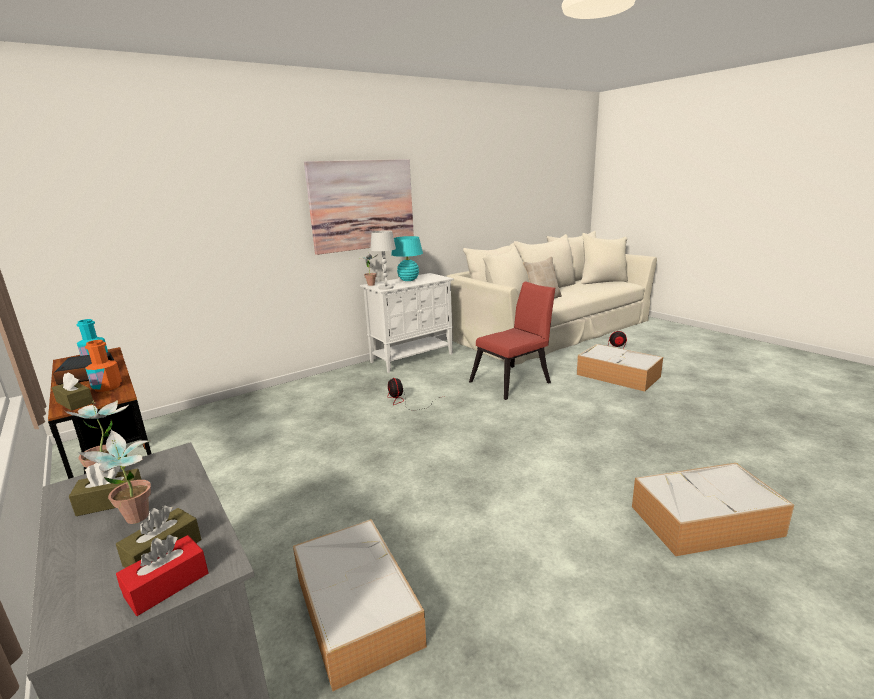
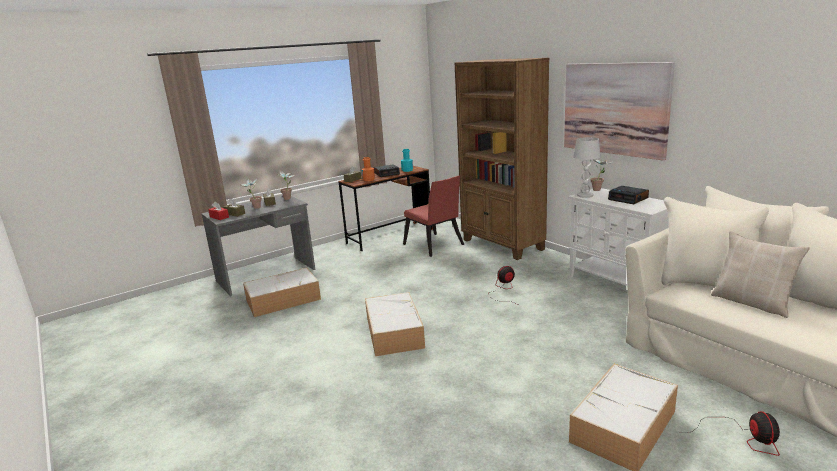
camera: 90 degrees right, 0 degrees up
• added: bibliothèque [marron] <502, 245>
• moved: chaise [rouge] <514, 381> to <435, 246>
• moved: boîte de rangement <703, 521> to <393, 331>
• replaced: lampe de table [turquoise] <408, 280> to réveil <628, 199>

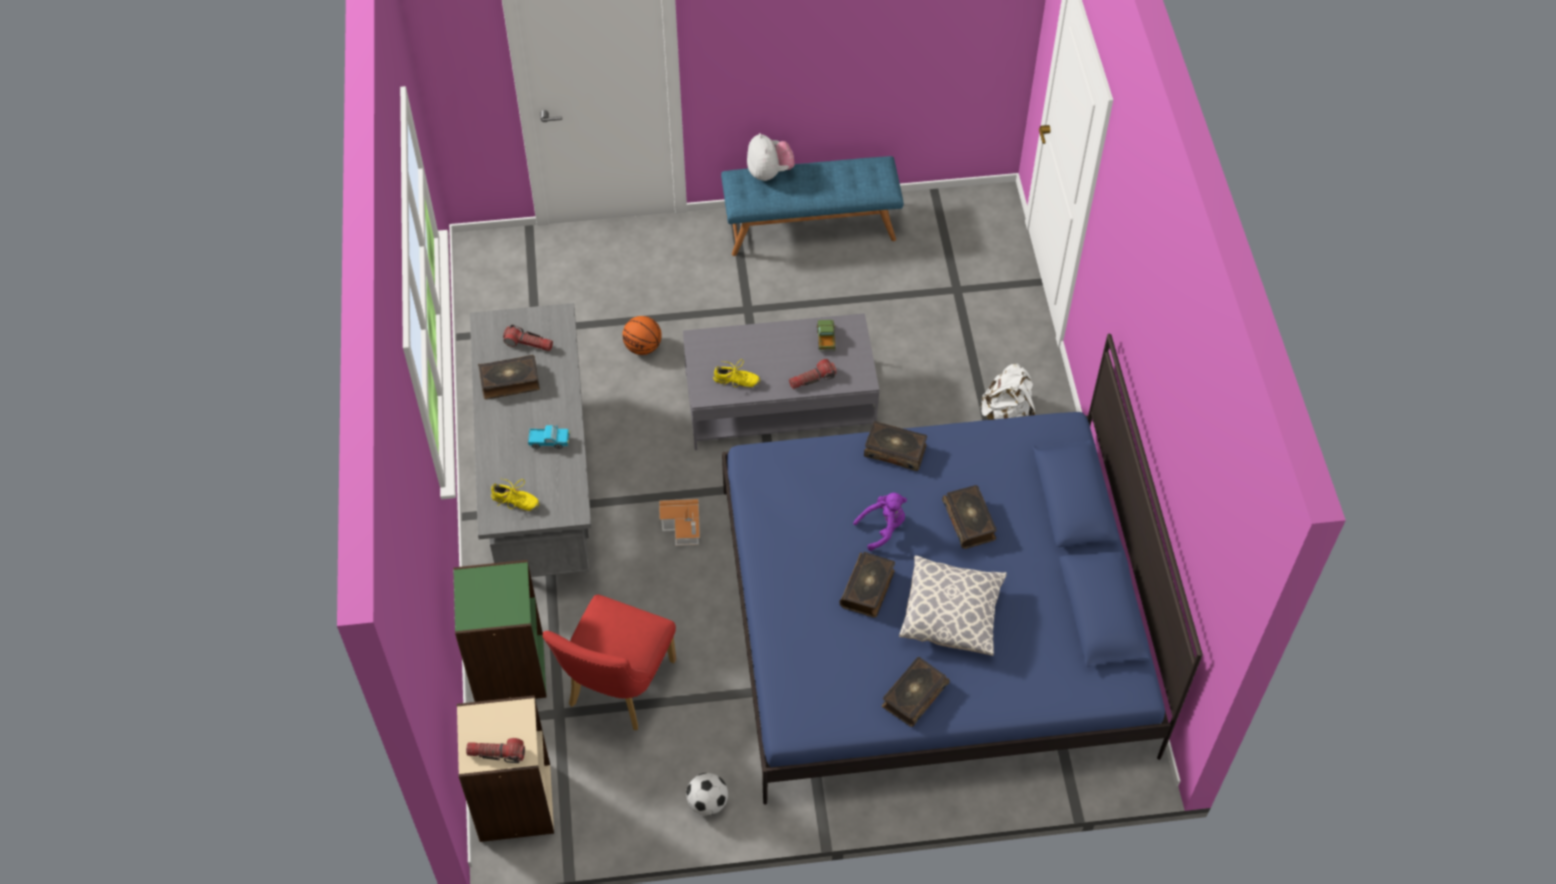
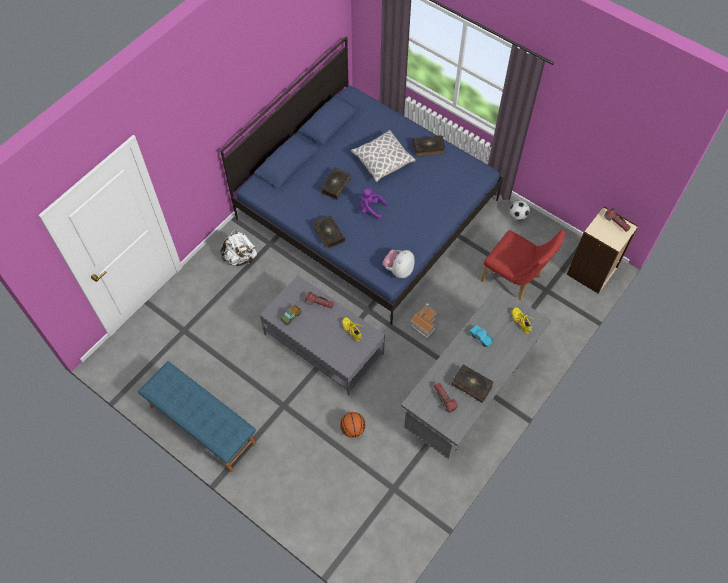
camera: 135 degrees left, 5 degrees up
• removed: bibliothèque [vert] <508, 669>
• removed: livre <868, 589>
• moved: peluche <769, 173> to <398, 270>
• turned: chaise [rouge] <617, 689> = <515, 280> 60 degrees clockwise

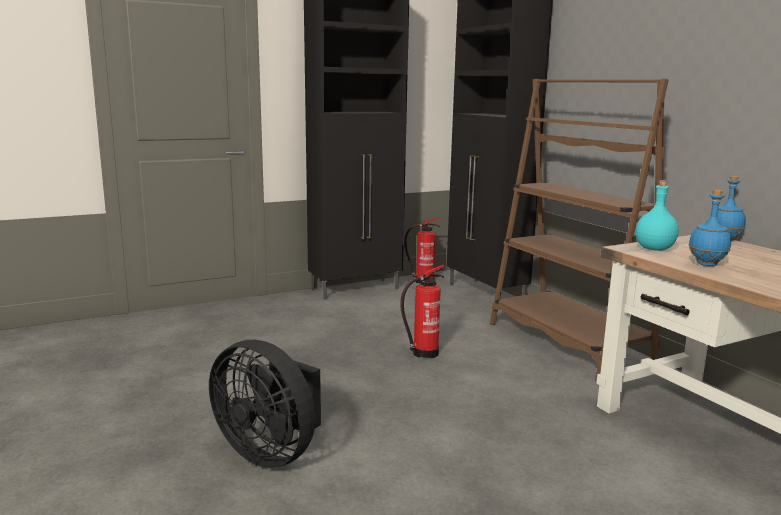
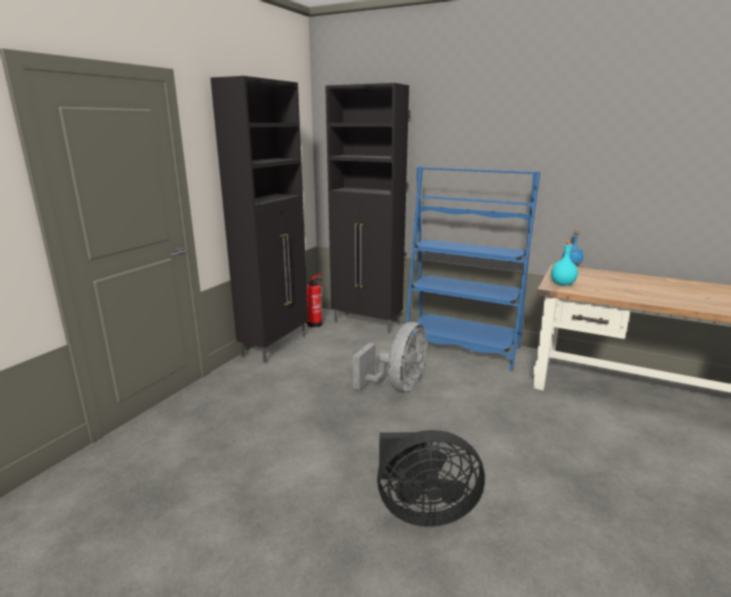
camera: 35 degrees left, 5 degrees up
• removed: bouteille [bleu] <707, 264>
• replaced: extincteur <423, 353> to ventilateur [gris] <397, 386>
• recoloured: bibliothèque [marron] <567, 343> to bibliothèque [bleu] <462, 348>

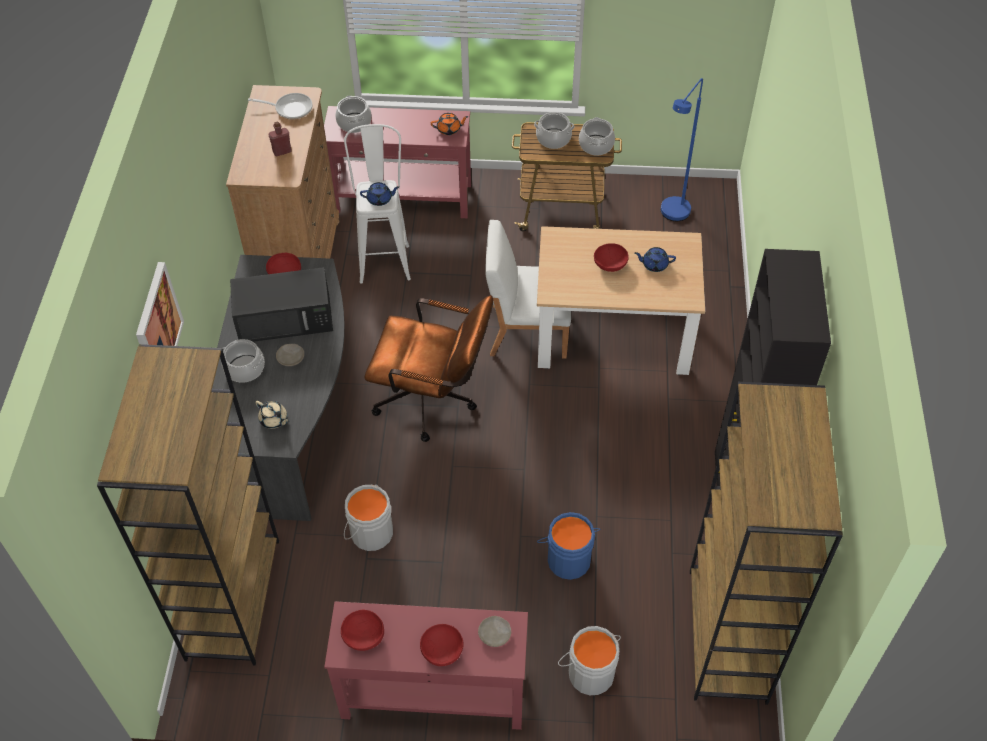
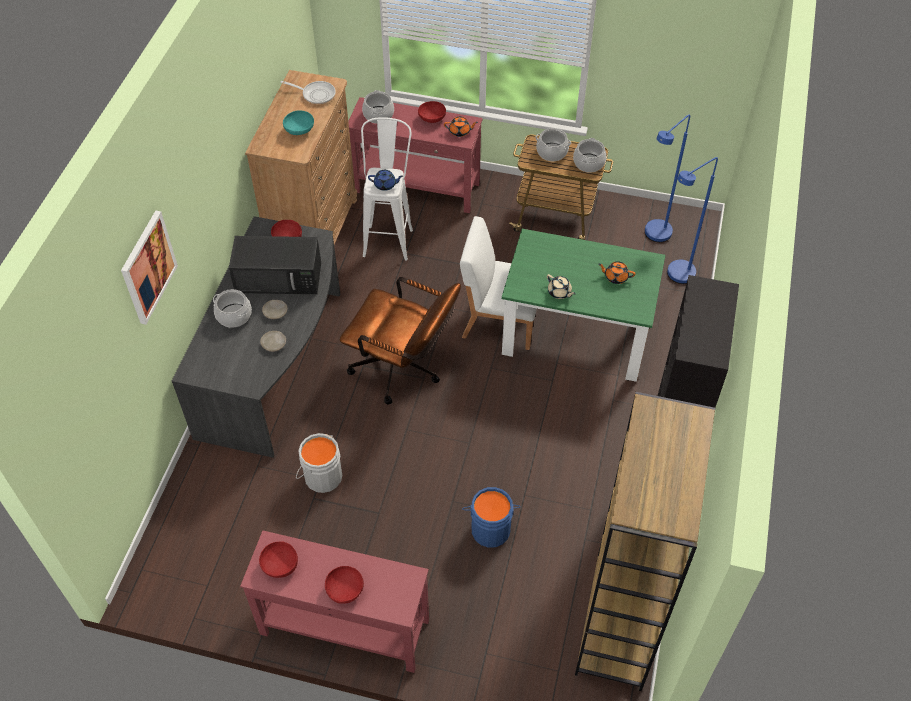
camera: 10 degrees right, 0 degrees up
• removed: bibliothèque [marron] <232, 598>
• removed: seau [gris] <590, 671>
• added: lampadaire [bleu] <676, 277>
• moved: théière [beige] <274, 420> to <559, 292>
• moved: assiette [beige] <495, 634> to <274, 344>
• moved: bol [rouge] <610, 265> to <432, 119>
• replaced: bouteille [rouge] <282, 151> to bol [turquoise] <299, 130>
• recoloured: table à manger [beige] <613, 335> to table à manger [vert] <576, 336>
• recoloured: théière [bleu] <654, 264> to théière [orange] <615, 277>

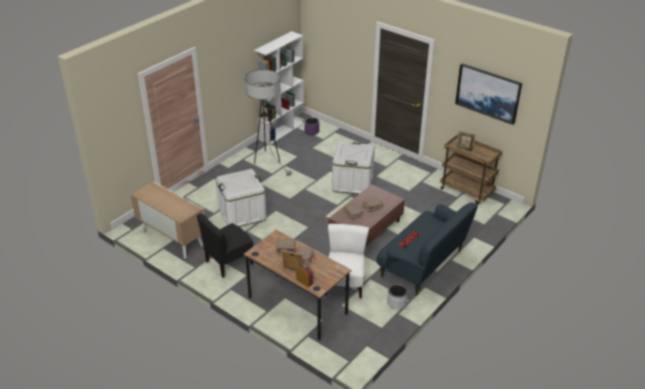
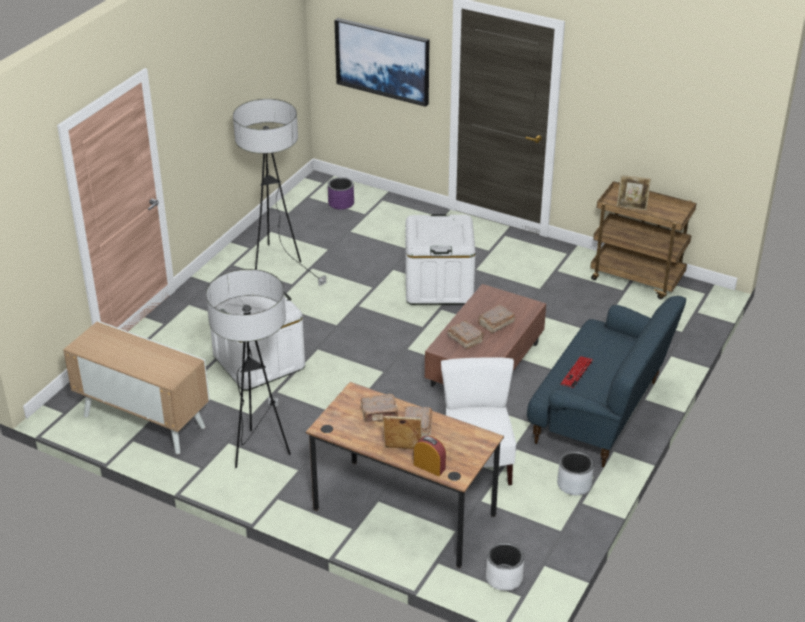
camera: 10 degrees left, 0 degrees up
• removed: bibliothèque [blanc] <281, 131>
• added: cache-pot [blanc] <504, 578>
• moved: tableau <488, 93> to <383, 61>
• replaced: chaise [noir] <228, 262> to lampadaire <259, 451>

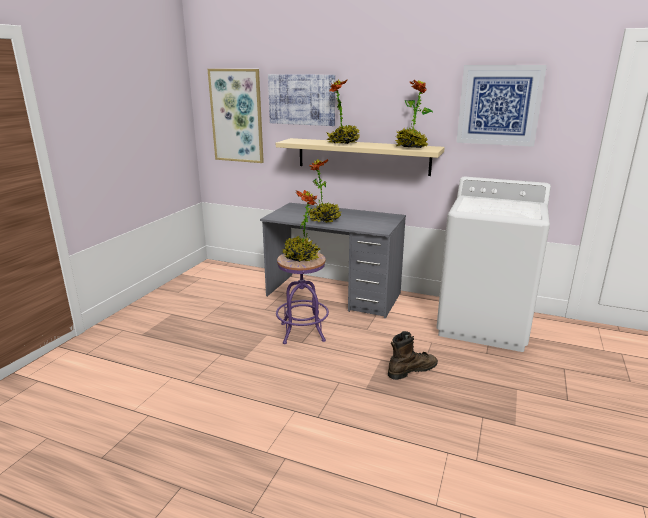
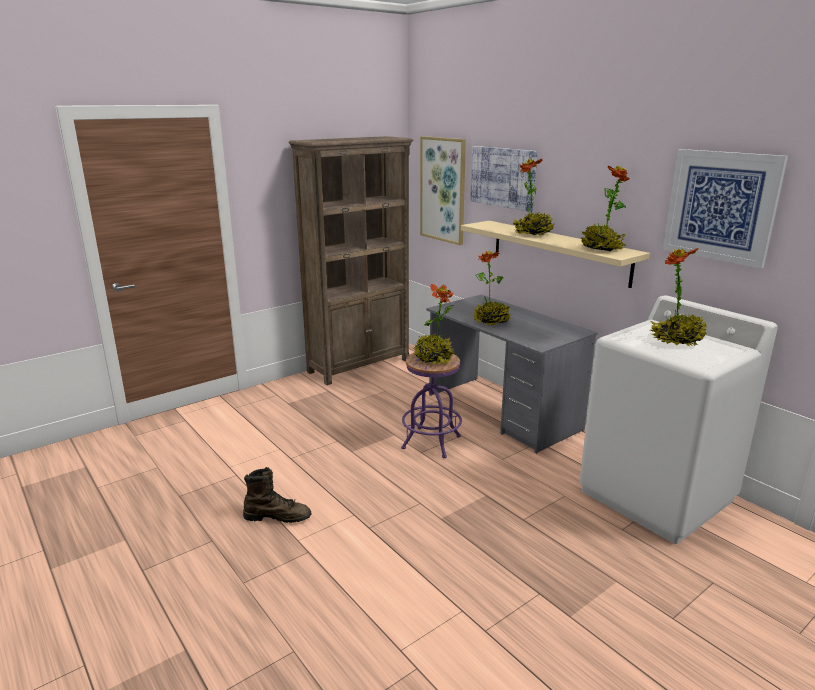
camera: 30 degrees right, 0 degrees up
• added: bibliothèque [marron] <359, 365>
• added: plante en pot <676, 340>
• moved: botte [marron] <411, 370> to <278, 516>

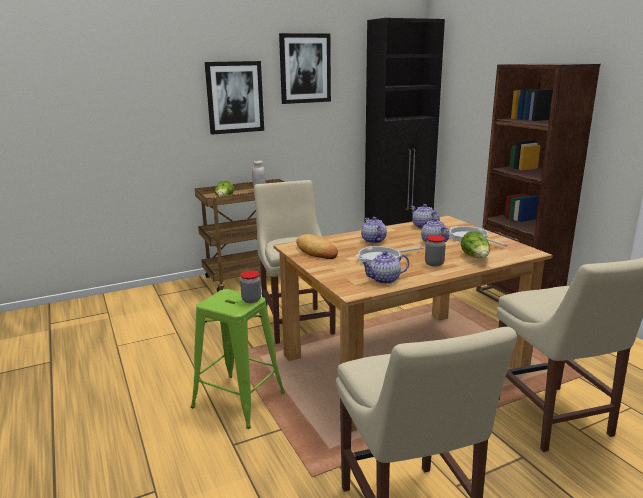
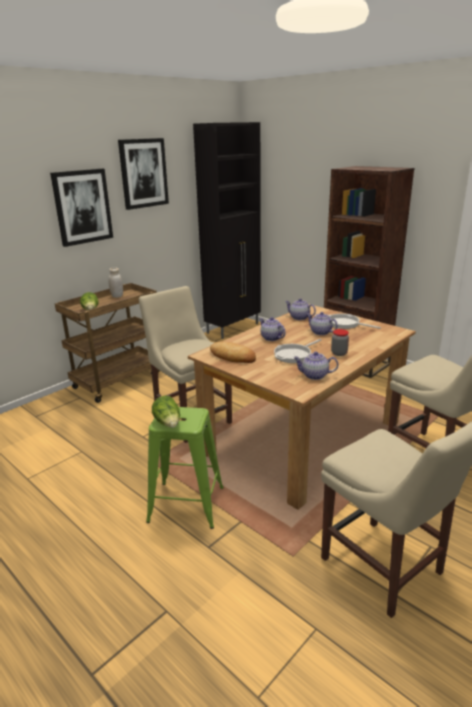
camera: 20 degrees left, 5 degrees up
• removed: bocal <251, 300>
• moved: laitue <476, 257> to <168, 423>
• turned: théière <384, 280> = <314, 375> 45 degrees clockwise

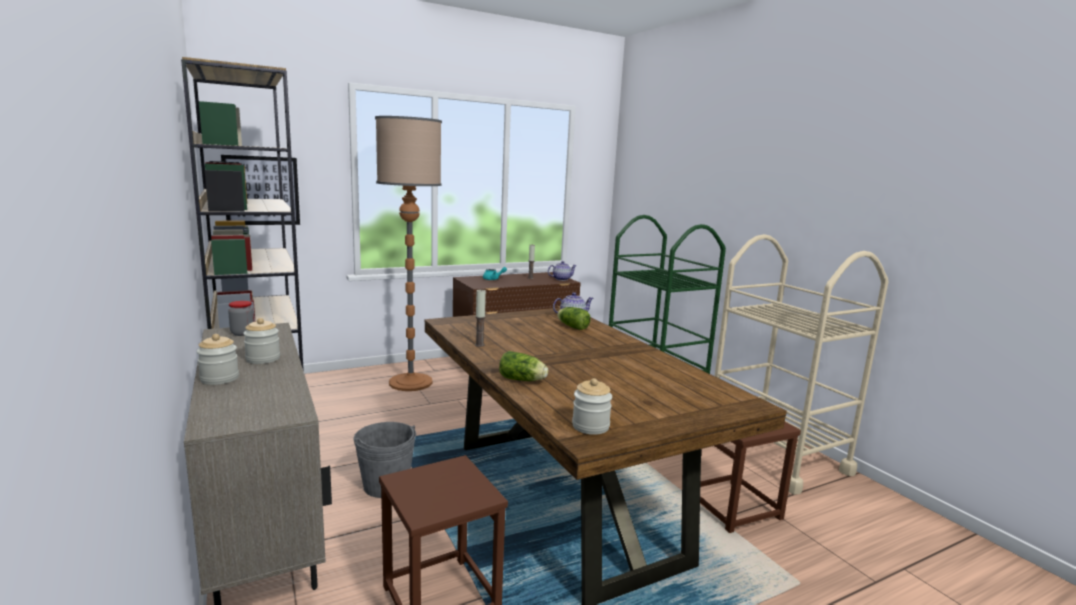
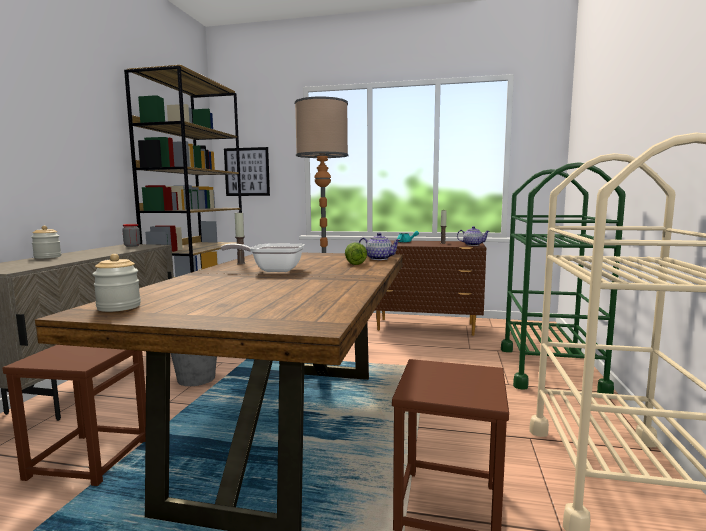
camera: 40 degrees right, 5 degrees down
• removed: bocal <263, 359>
• removed: laitue <523, 380>
• added: poêle <272, 270>

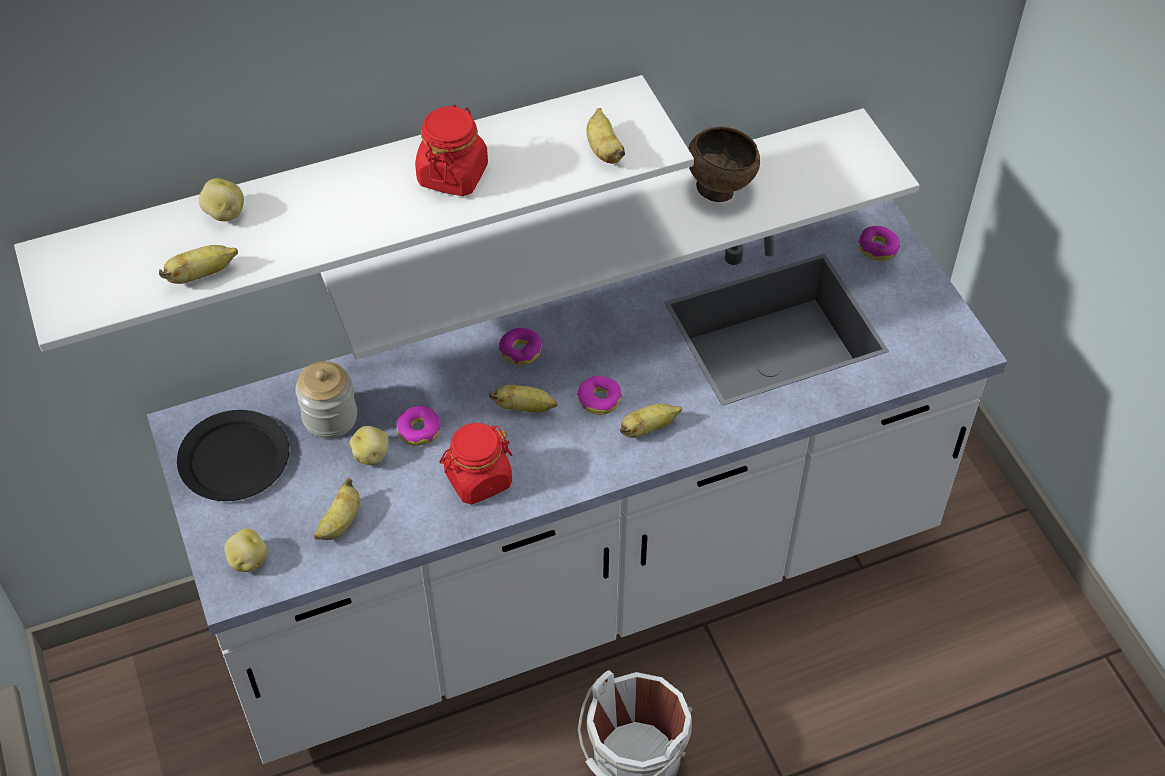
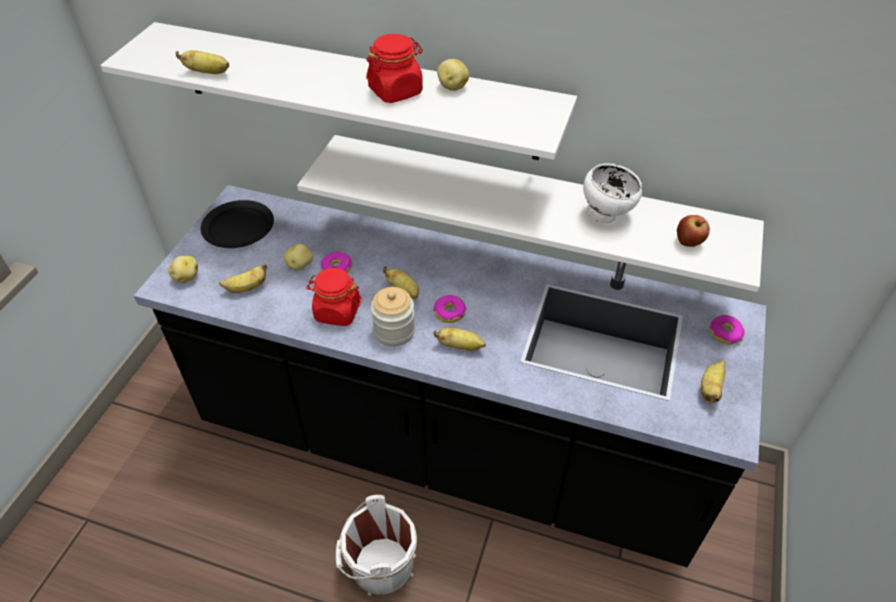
camera: 40 degrees right, 5 degrees down
• removed: beignet <521, 351>
• added: pomme <689, 243>
• moved: pomme de terre <224, 214> to <452, 87>
• moved: bocal <330, 417> to <394, 331>
• moved: banane <603, 150> to <710, 389>
• recoloured: comptoir de cuisine [blanc] <582, 581> to comptoir de cuisine [noir] <448, 446>
• recoloured: bol [marron] <719, 189> to bol [blanc] <606, 215>

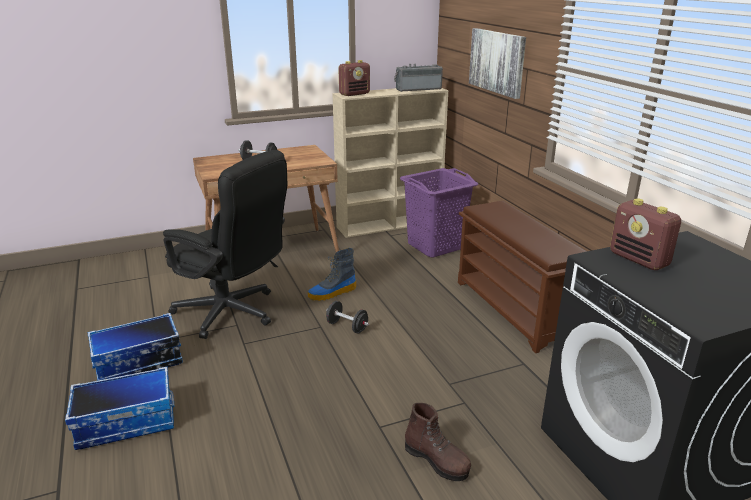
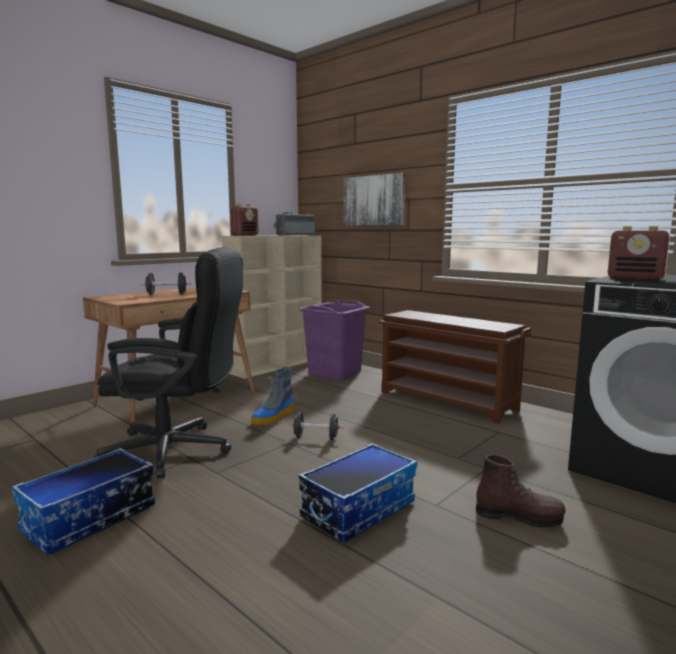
camera: 25 degrees left, 15 degrees down
• moved: boîte de rangement <127, 422> to <358, 509>

